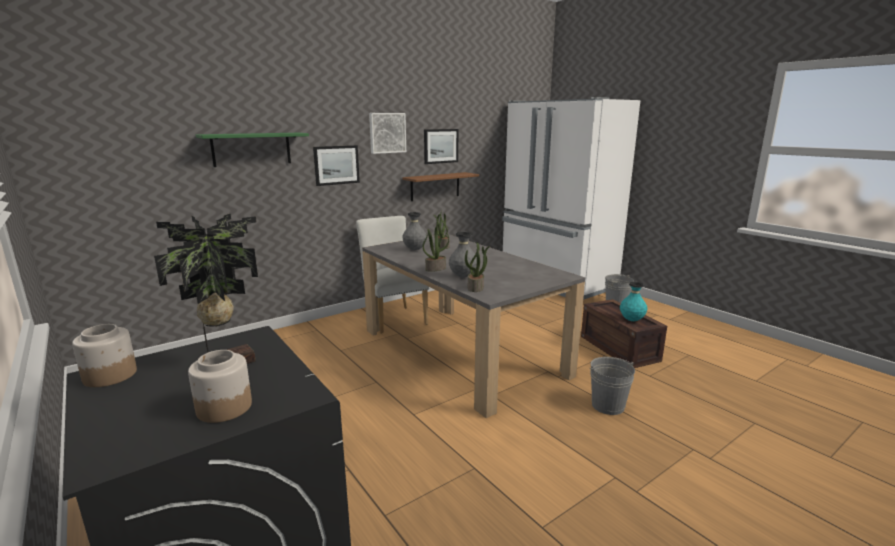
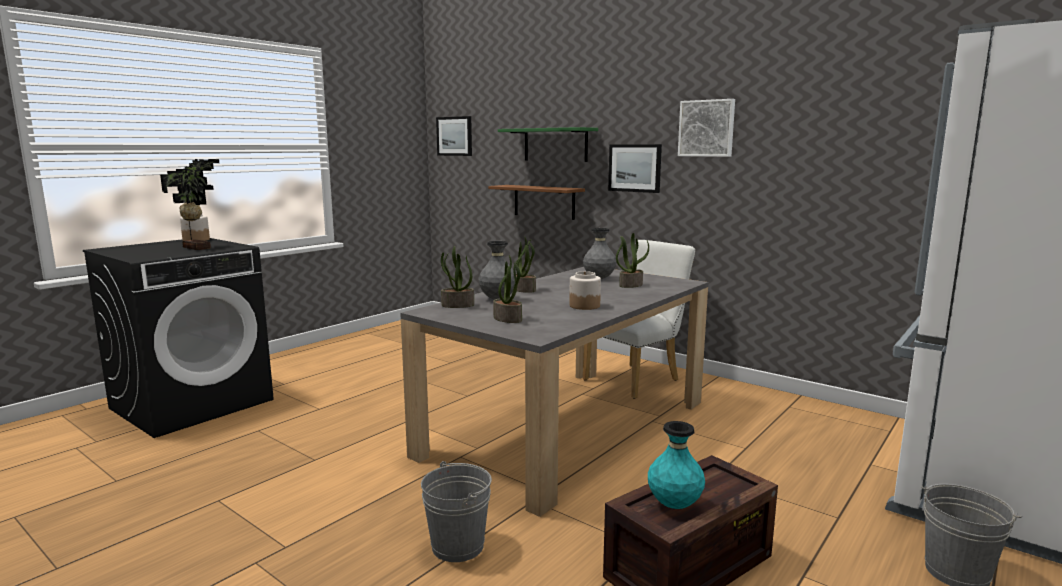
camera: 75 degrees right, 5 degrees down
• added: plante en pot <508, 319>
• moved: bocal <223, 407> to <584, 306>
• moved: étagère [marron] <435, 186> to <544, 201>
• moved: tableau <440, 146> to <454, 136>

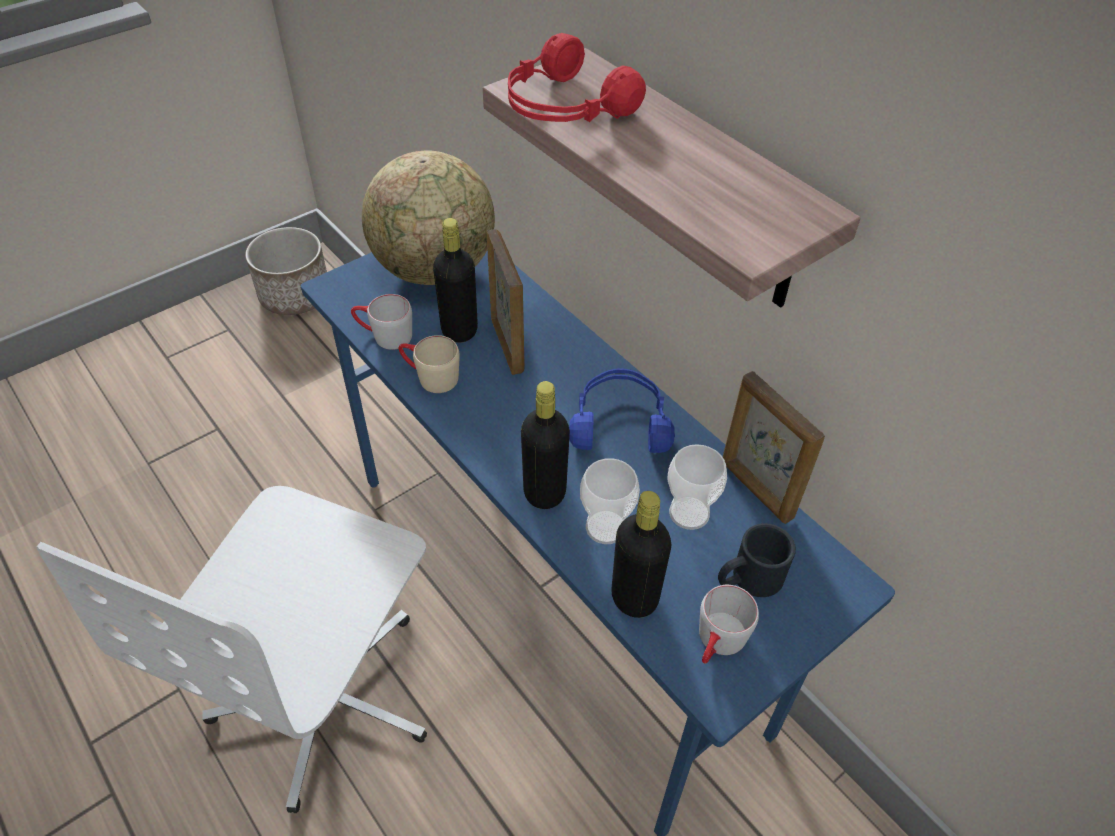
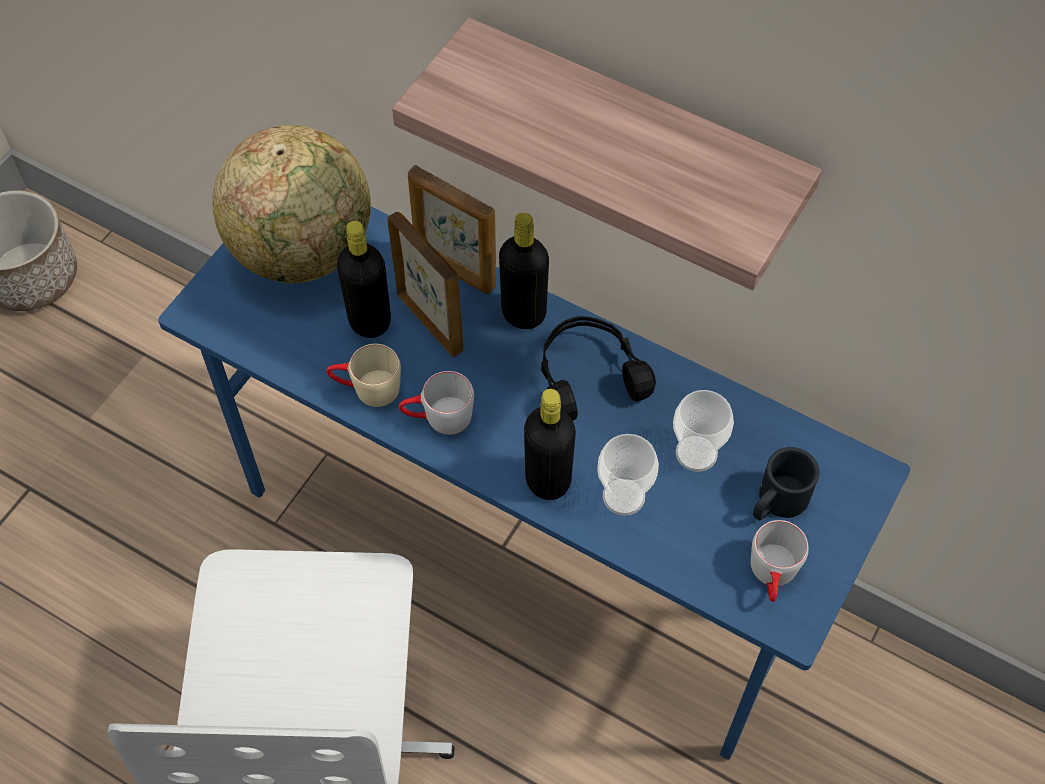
camera: 20 degrees left, 10 degrees up
• removed: casque audio [rouge] <564, 107>
• moved: mug [gris] <384, 335> to <438, 418>
• moved: bouteille [noir] <634, 597> to <523, 313>
• moved: cadre photo <756, 490> to <454, 270>
• recoloured: casque audio [bleu] <620, 422> to casque audio [noir] <588, 375>

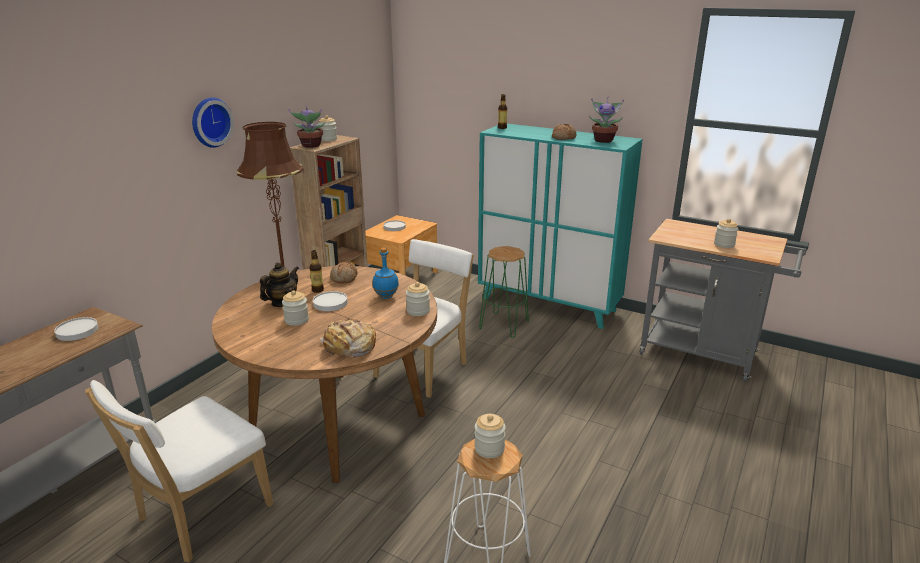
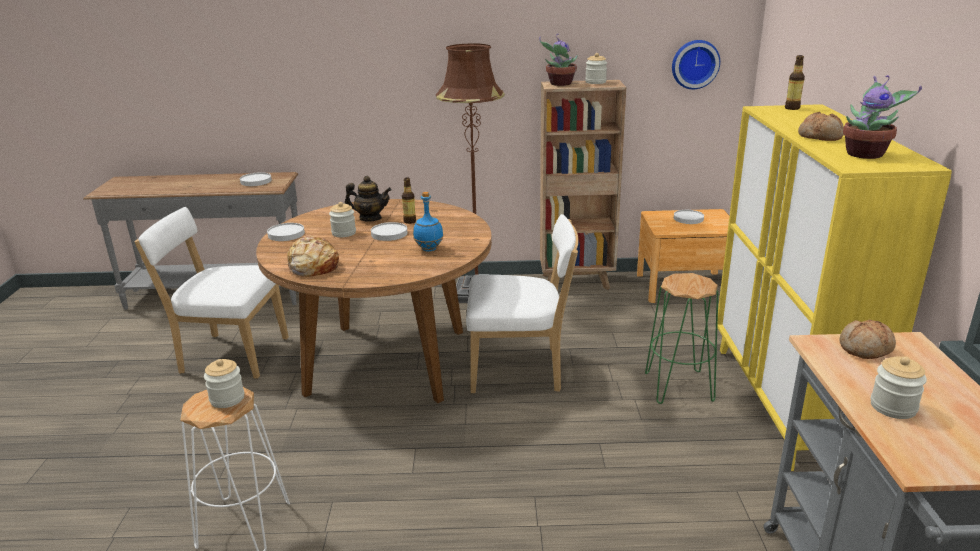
camera: 60 degrees right, 0 degrees up
• removed: bocal <418, 311>
• added: assiette [blanc] <286, 234>
• moved: horloge murale <209, 122> to <694, 64>
• moved: pain <345, 278> to <866, 349>
• recoloured: meuble de rangement [turquoise] <549, 304> to meuble de rangement [jaune] <784, 402>

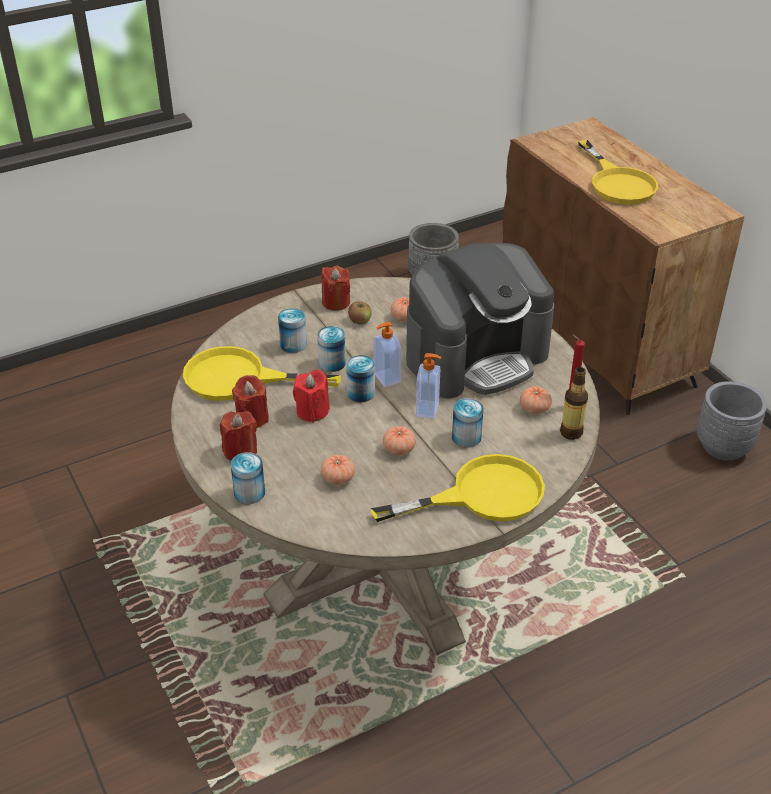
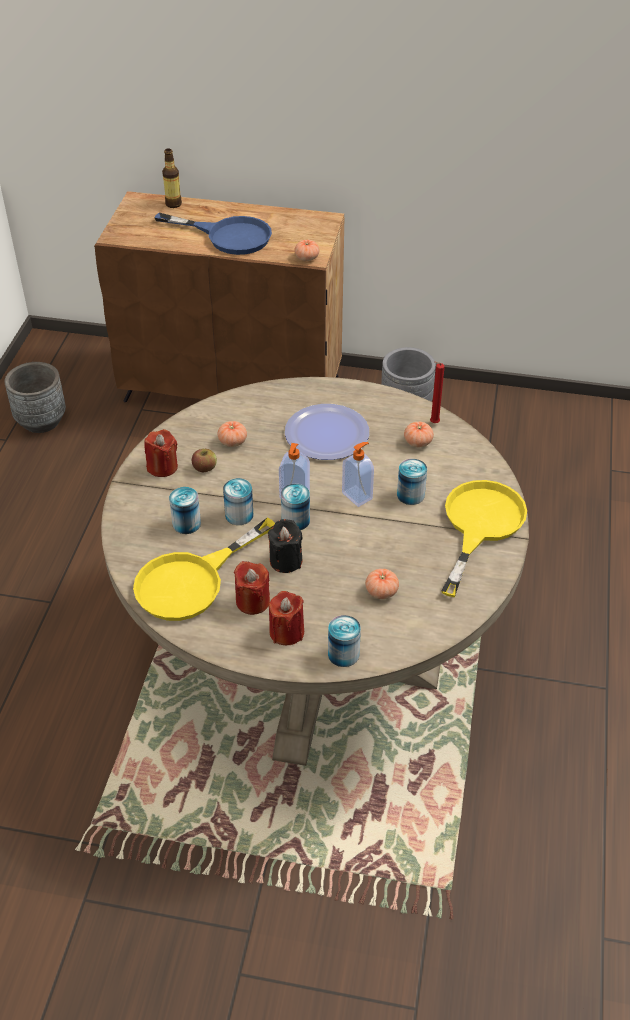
camera: 50 degrees left, 5 degrees up
• moved: tomate <399, 449> to <307, 258>
• moved: bouteille <571, 432> to <173, 204>
• replaced: machine à café <476, 356> to assiette <326, 433>
• recoloured: bougie [rouge] <312, 411> to bougie [noir] <285, 561>
• recoloured: poêle [jaune] <618, 182> to poêle [bleu] <228, 236>

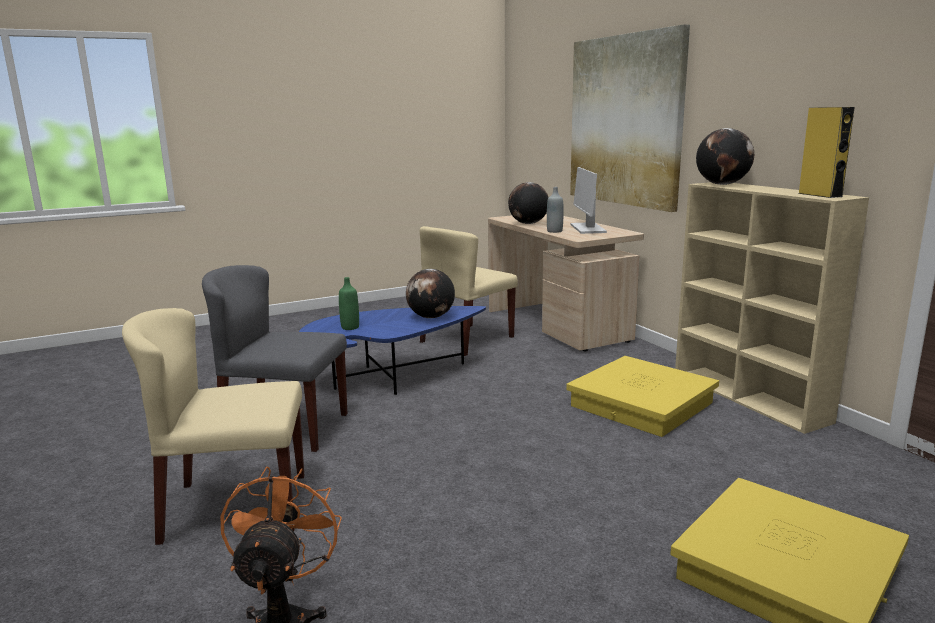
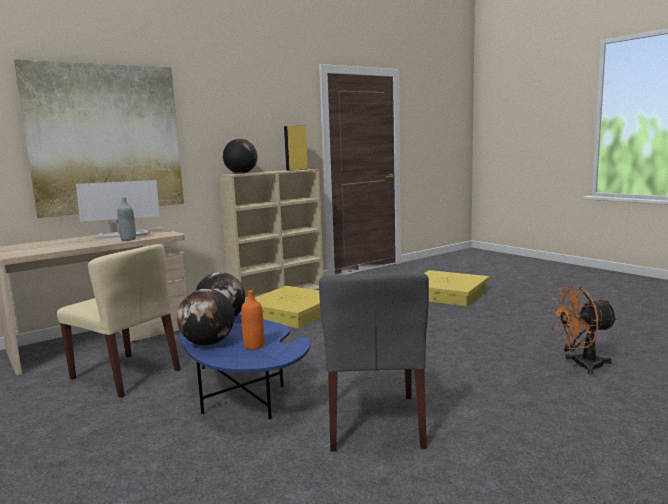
camera: 100 degrees left, 5 degrees down
• removed: chaise [beige] <234, 507>
• moved: globe <528, 223> to <208, 344>
• recoloured: bouteille [vert] <350, 327> to bouteille [orange] <254, 346>

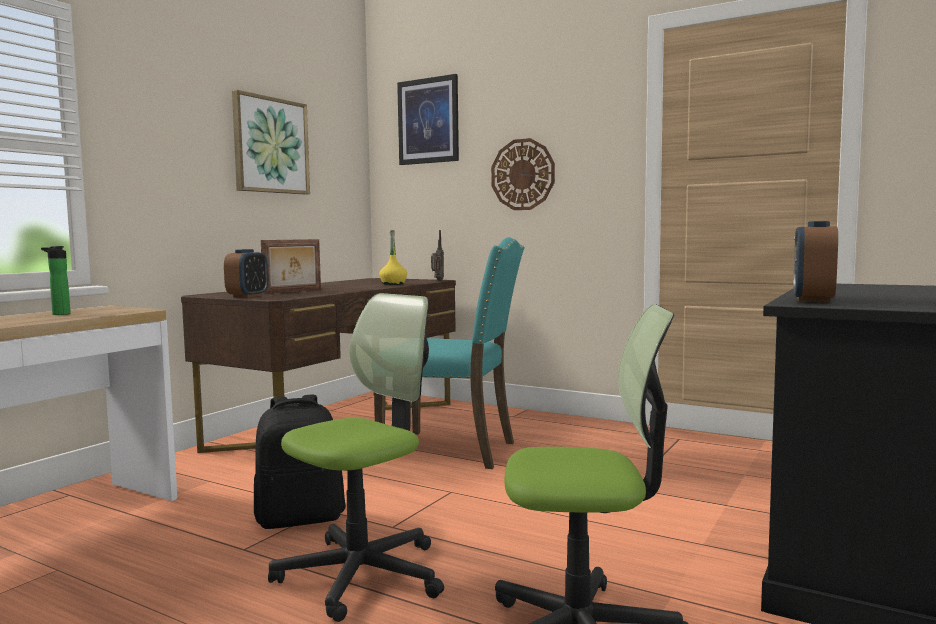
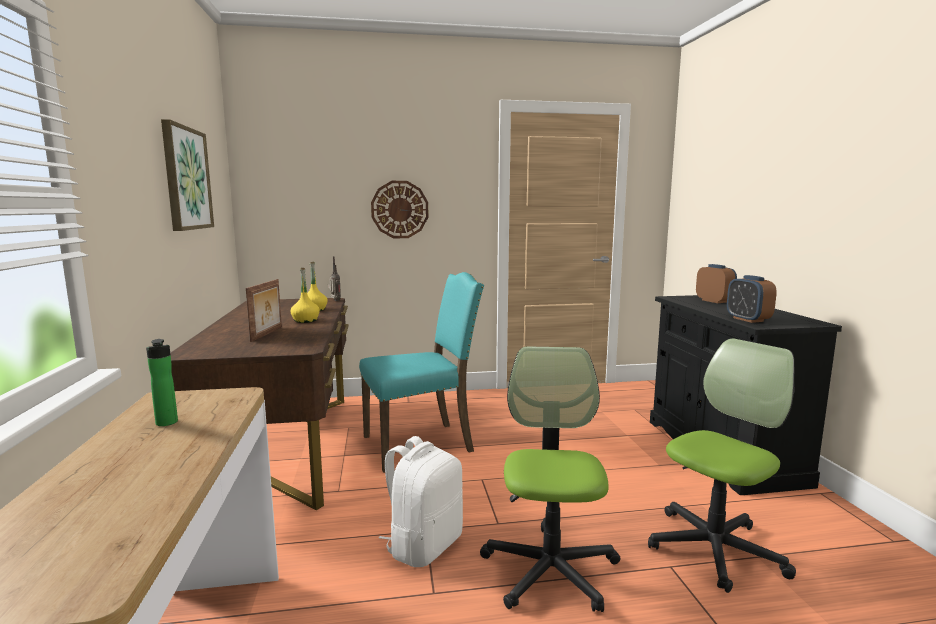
camera: 40 degrees left, 5 degrees up
• removed: tableau <428, 121>
• added: bouteille [jaune] <305, 320>
• moved: réveil <248, 296> to <714, 301>
• recoloured: sac à dos [noir] <301, 518> to sac à dos [blanc] <424, 545>

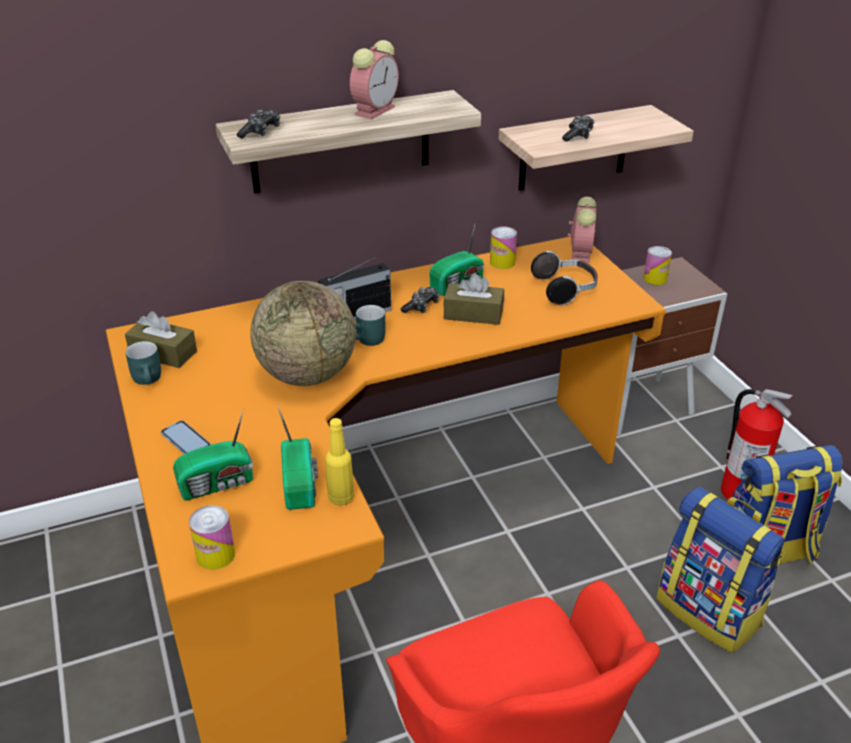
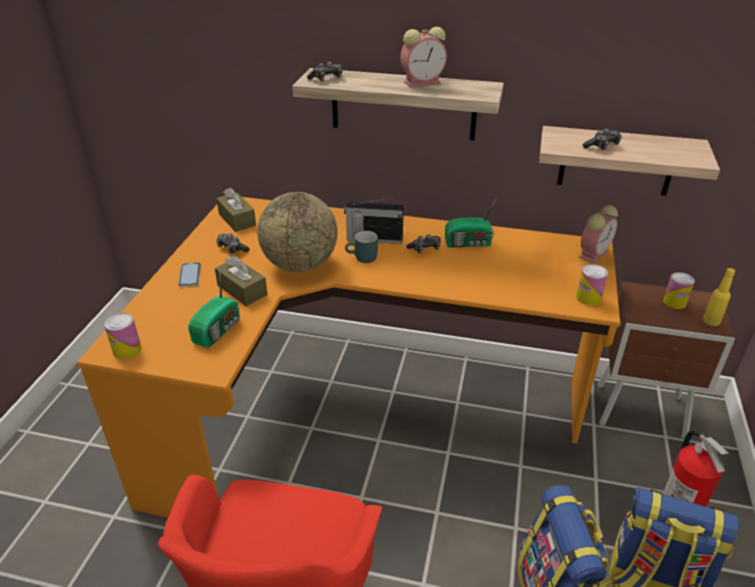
camera: 35 degrees right, 0 degrees up
• removed: mug [turquoise] <150, 379>
• removed: radio <218, 484>
• removed: casque audio <565, 290>
• added: manette <232, 248>
• moved: bouteille [jaune] <341, 498> to <711, 322>
• moved: boîte à mouchoirs [marron] <473, 314> to <242, 290>
• moved: boîte métallique <502, 262> to <588, 298>

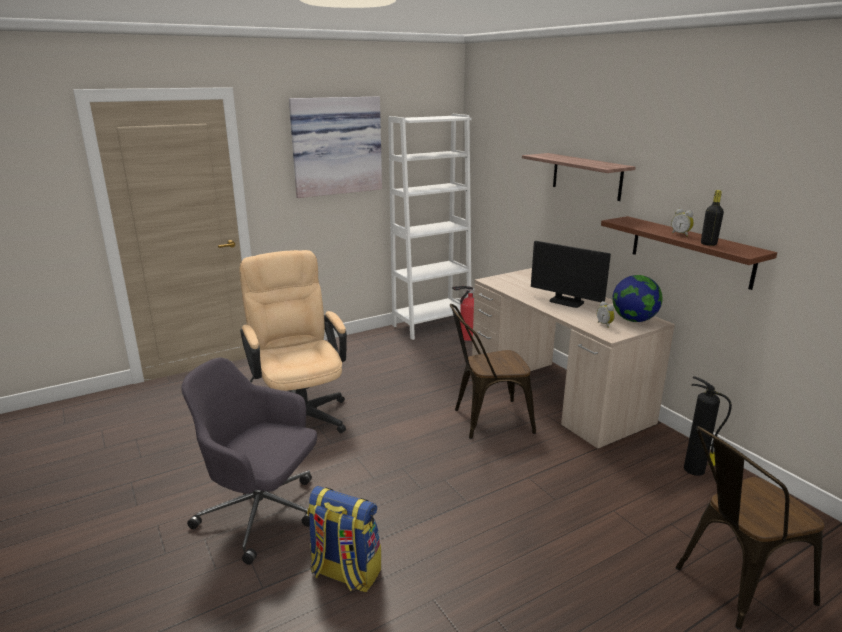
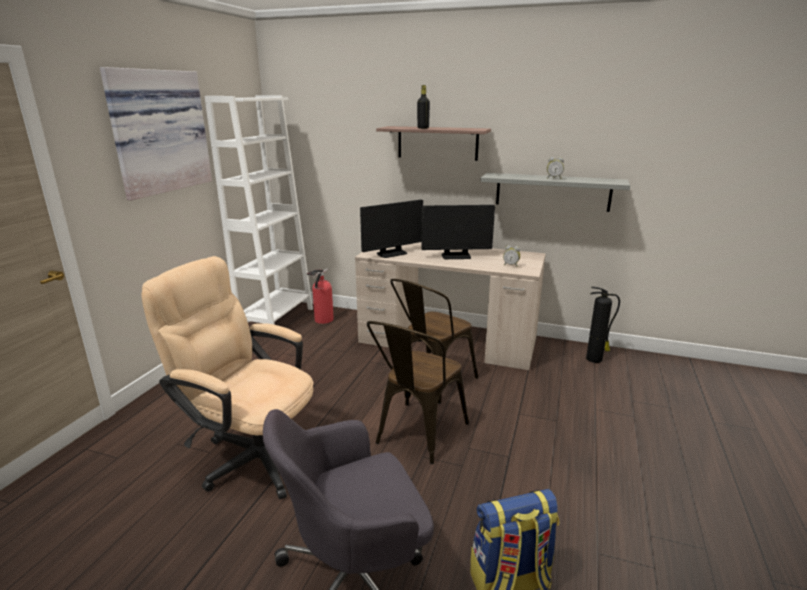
camera: 40 degrees left, 0 degrees up
• removed: globe <634, 320>
• added: écran d'ordinateur <391, 253>
• moved: chaise [marron] <734, 585> to <417, 436>
• moved: bouteille [noir] <708, 244> to <423, 128>
• recoloured: étagère [marron] <690, 251> to étagère [gris] <552, 192>

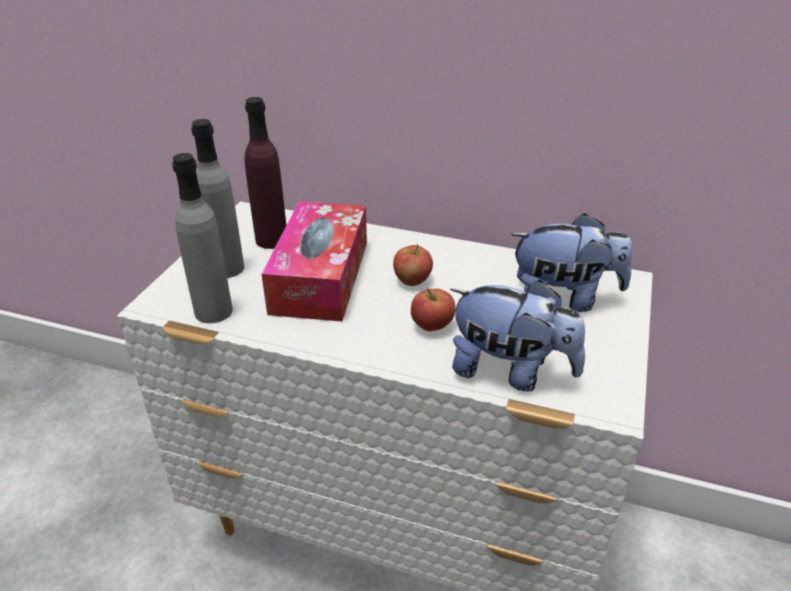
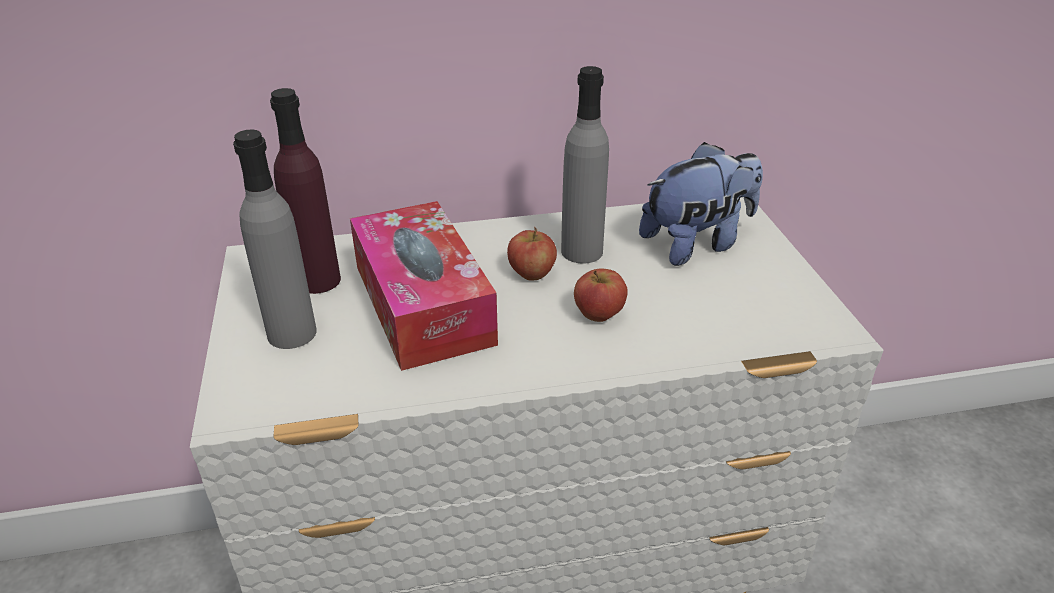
camera: 30 degrees left, 0 degrees up
• removed: peluche <510, 371>
• moved: bouteille [gris] <213, 311> to <581, 251>

